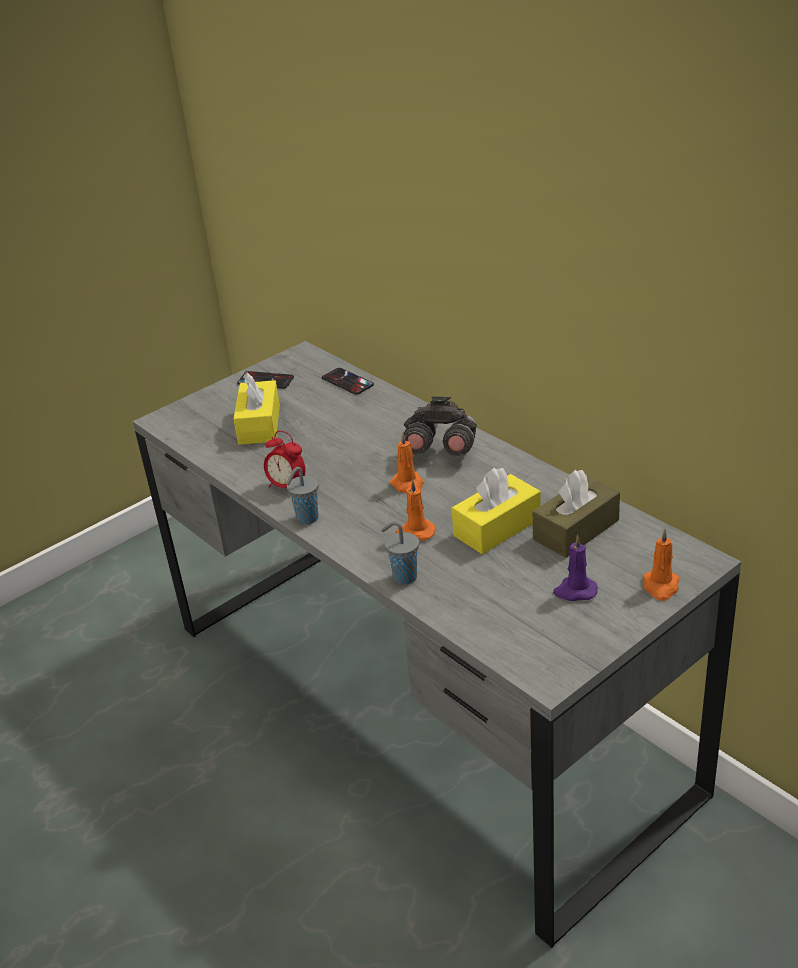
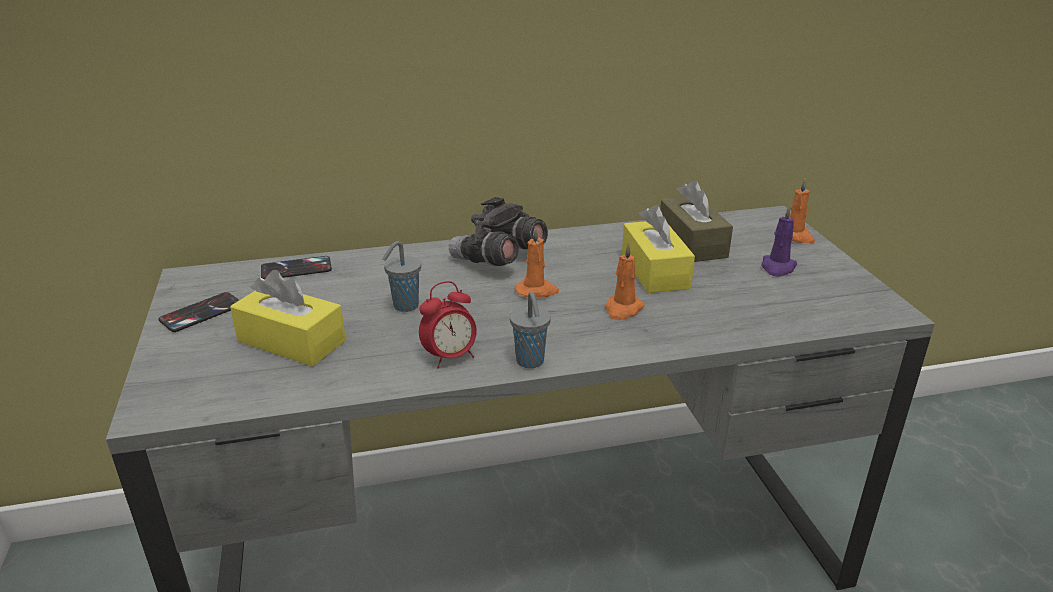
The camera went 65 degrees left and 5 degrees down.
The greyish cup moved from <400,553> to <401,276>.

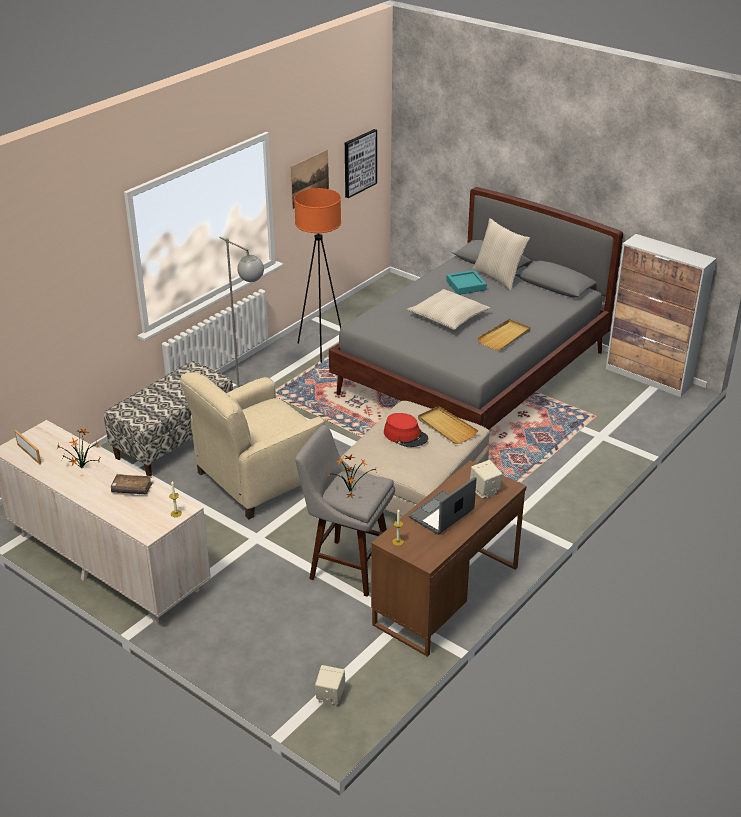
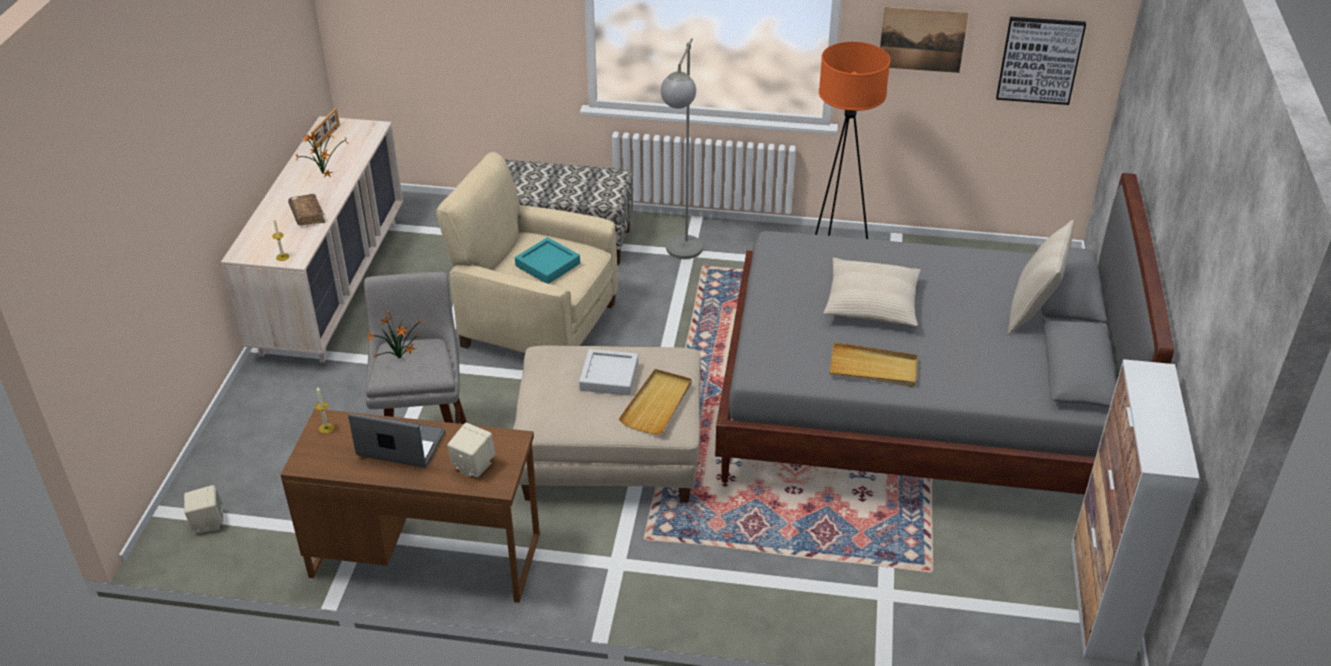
The camera went 60 degrees right and 5 degrees up.
The red hat at <406,430> was replaced by the greyish serving tray at <608,372>.
The blue-green serving tray moved from <466,282> to <547,260>.

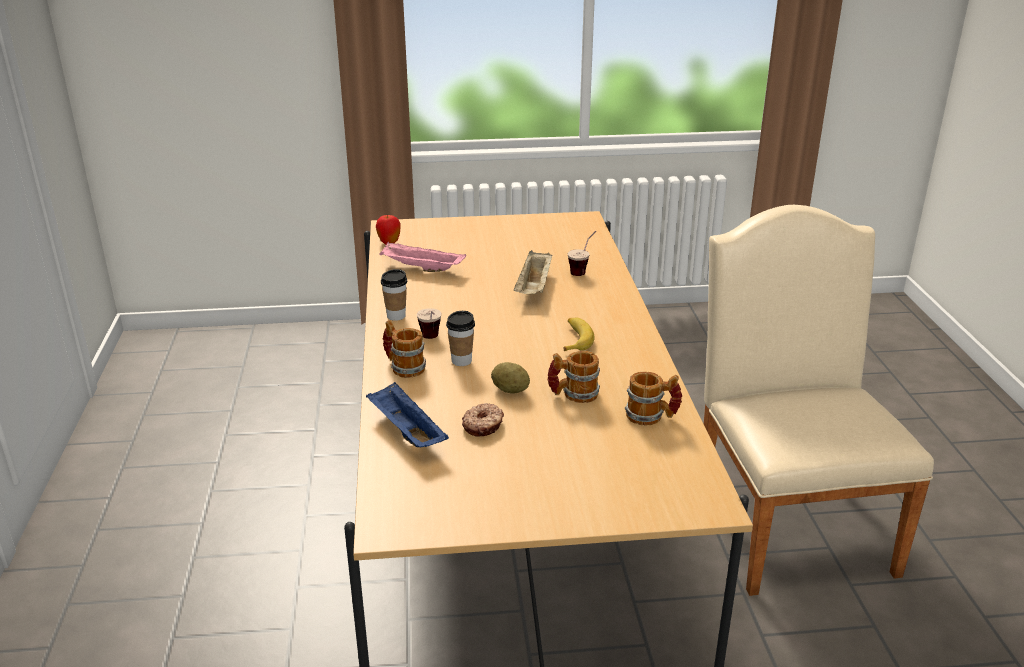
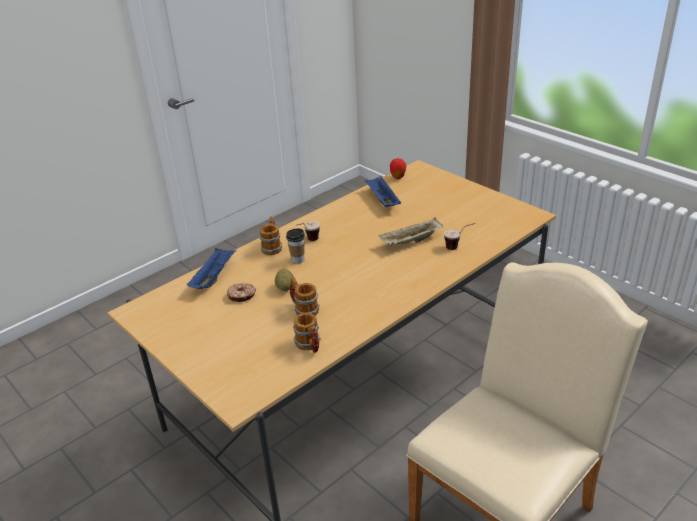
The camera went 55 degrees right and 5 degrees up.
The pinkish serving tray at <422,257> became the blue-coloured serving tray at <383,191>.
The cup at <394,295> disappeared.
The whole banana at <579,334> disappeared.

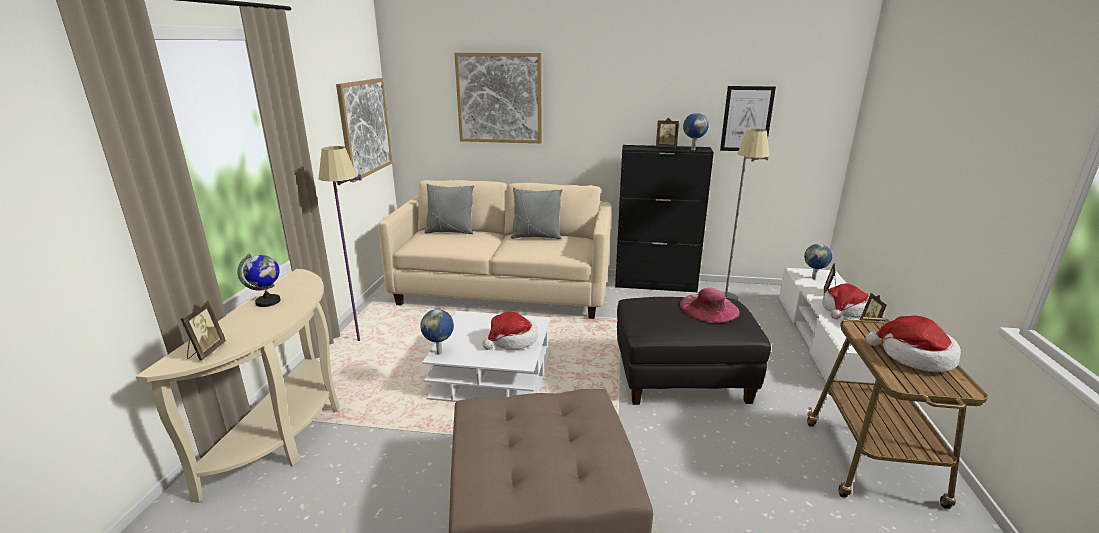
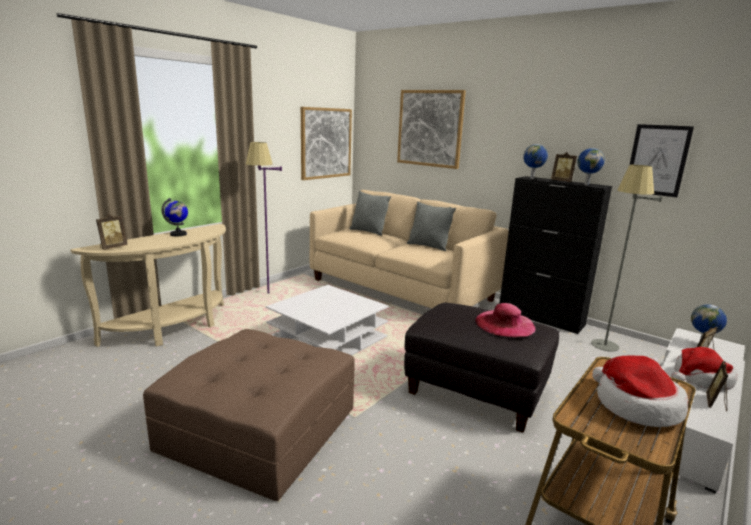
The camera went 30 degrees right and 5 degrees down.
The globe moved from <437,332> to <535,161>.
The hat at <510,330> disappeared.

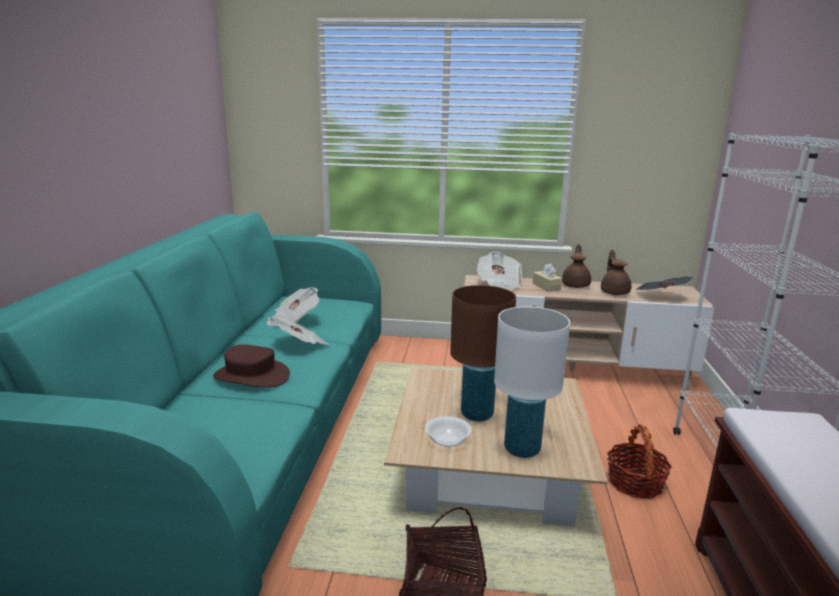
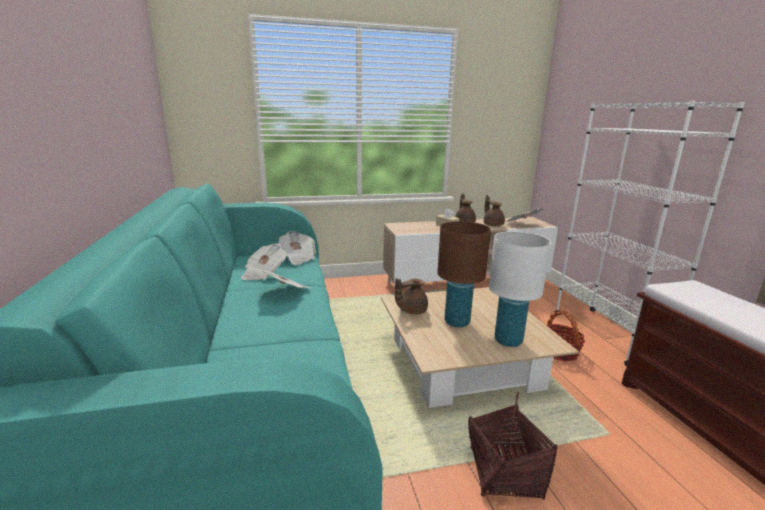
The camera went 20 degrees left and 0 degrees up.
The brownish hat at <251,366> disappeared.
The bowl at <448,431> disappeared.
The printed paper moved from <499,271> to <297,248>.
The brownish pot for tea at <411,296> appeared.

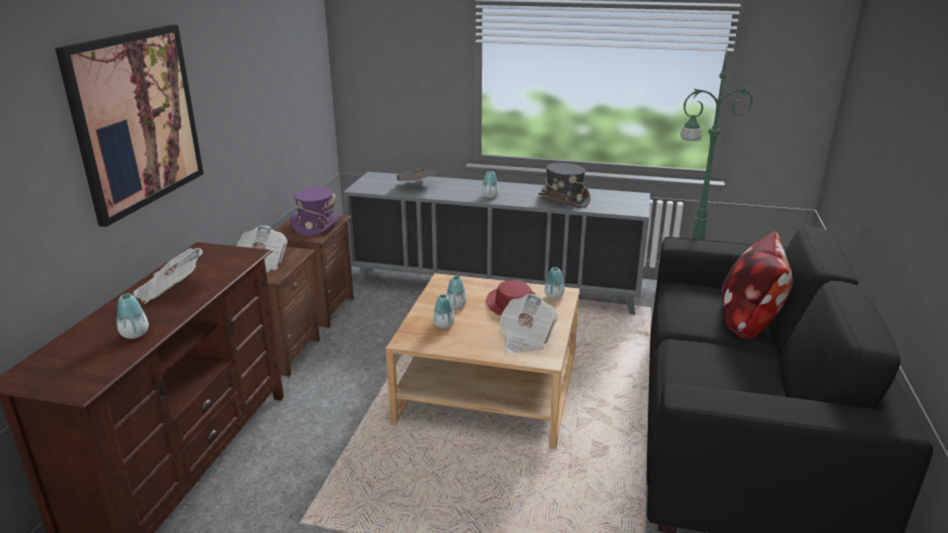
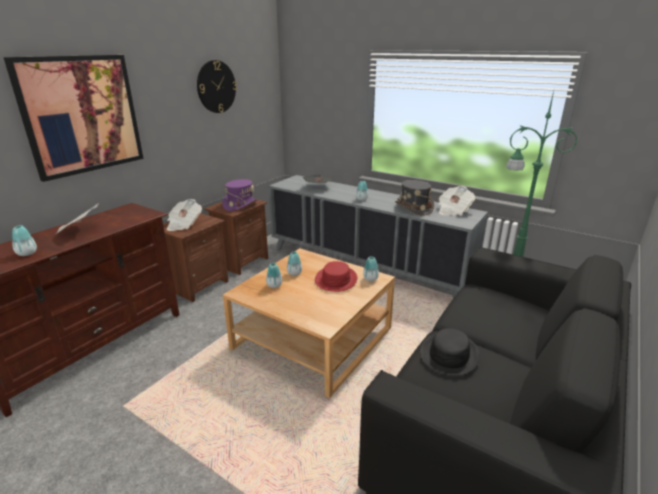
The camera went 20 degrees right and 0 degrees up.
The printed paper moved from <528,323> to <456,200>.
The pillow at <757,284> disappeared.
The clock on the wall at <217,86> appeared.
The black hat at <450,352> appeared.

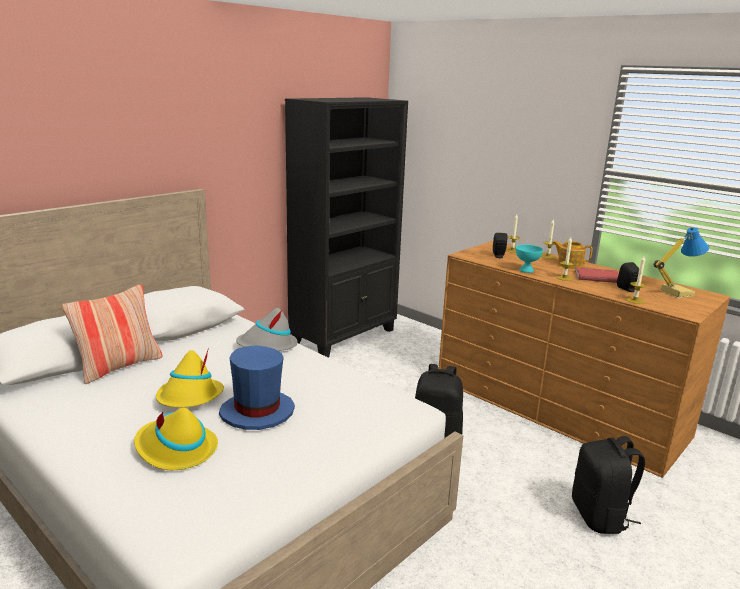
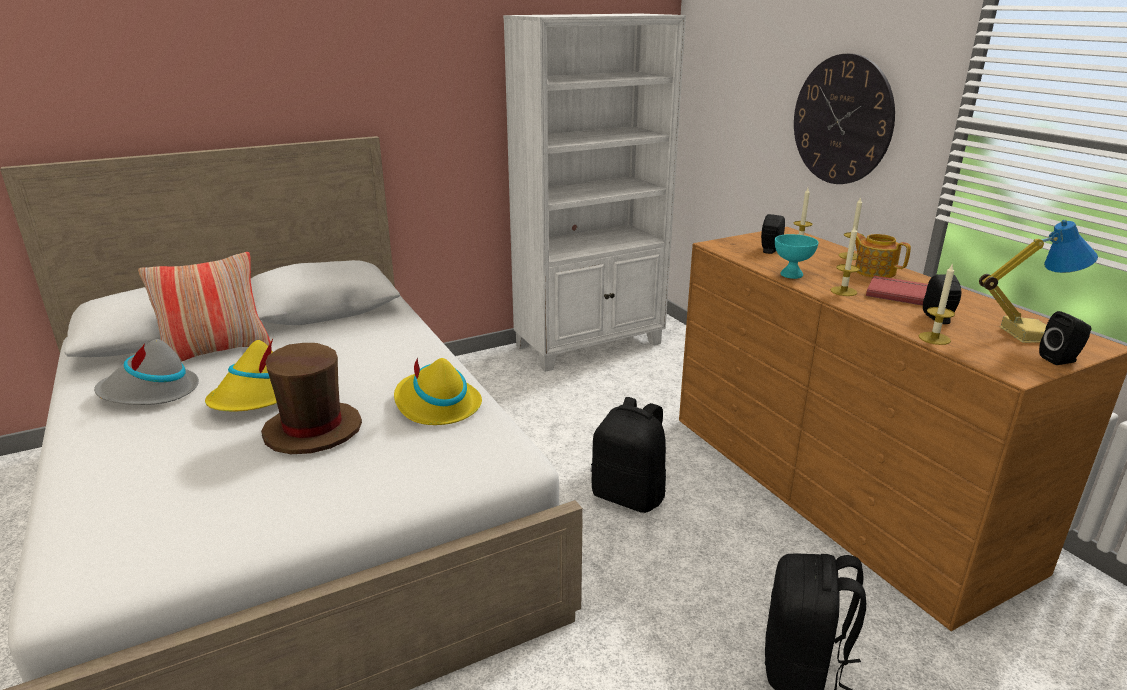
The camera went 20 degrees right and 5 degrees up.
The yellowish hat moved from <176,439> to <438,391>.
The blue-coloured hat at <257,387> became the brownish hat at <311,398>.
The greyish hat moved from <267,329> to <146,372>.
The black bookshelf at <346,227> became the white-coloured bookshelf at <594,193>.
The clock on the wall at <844,118> appeared.
The black speaker at <1065,338> appeared.

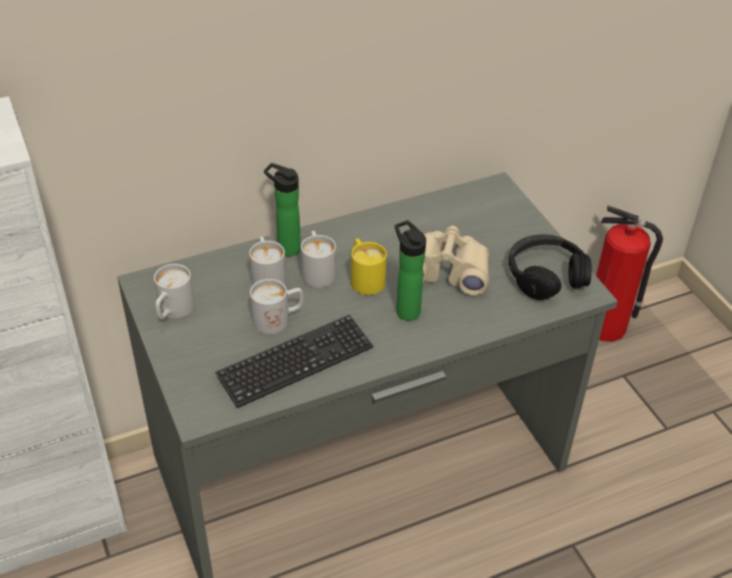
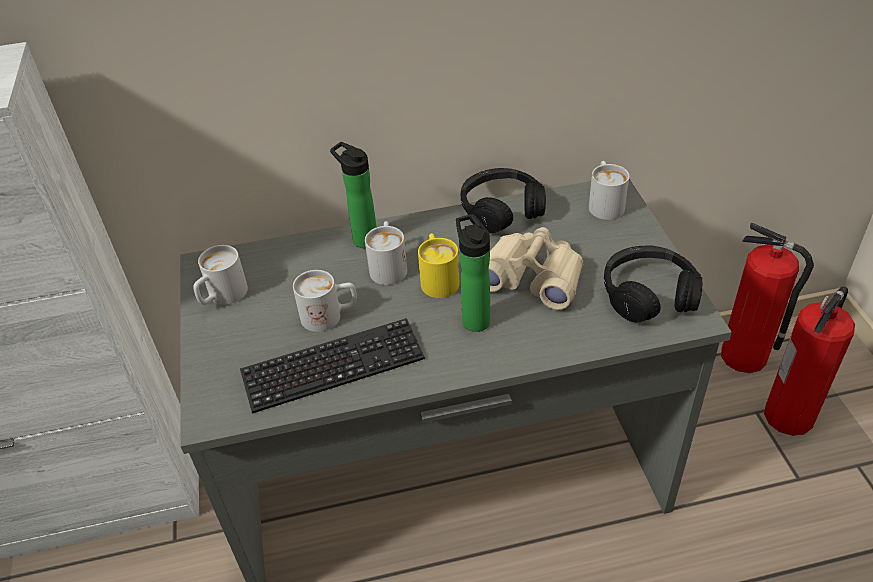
The camera went 15 degrees right and 0 degrees up.
The white-coloured tea mug moved from <267,261> to <609,190>.
The black headphones at <503,201> appeared.
The extinguisher at <809,361> appeared.

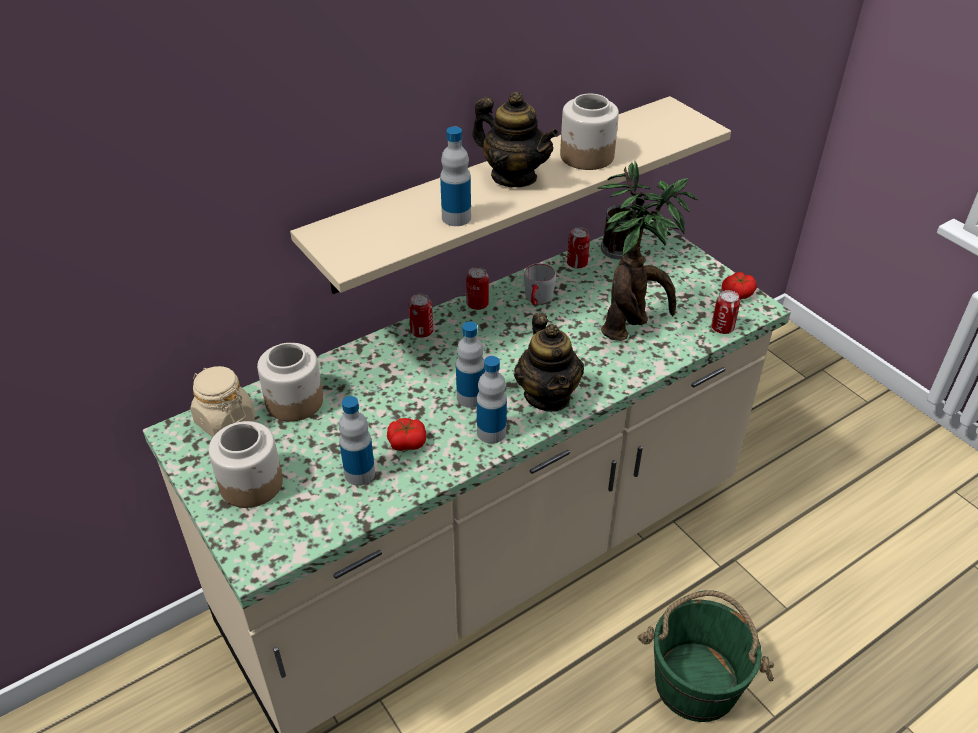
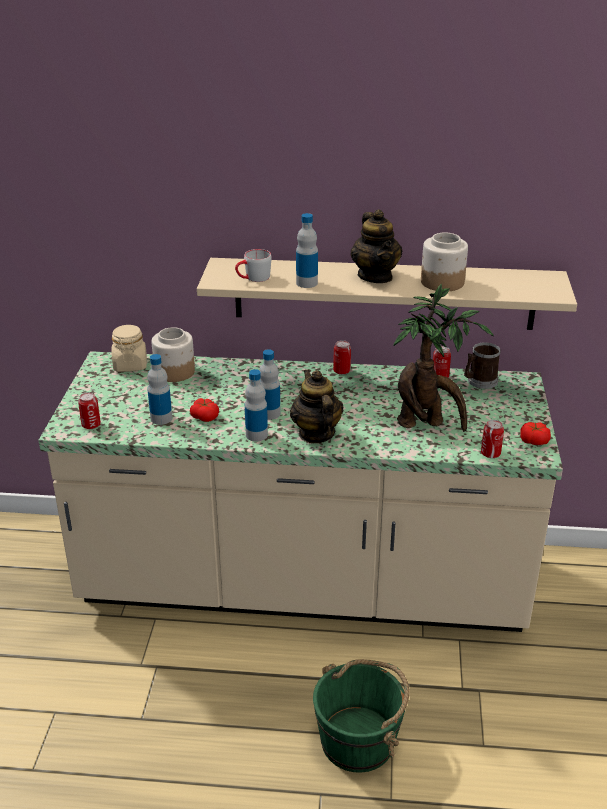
The camera went 40 degrees right and 10 degrees down.
The jar at <245,464> disappeared.
The can moved from <421,316> to <89,410>.
The pot for tea at <549,362> turned 135 degrees clockwise.
The greyish tea mug moved from <540,284> to <253,265>.

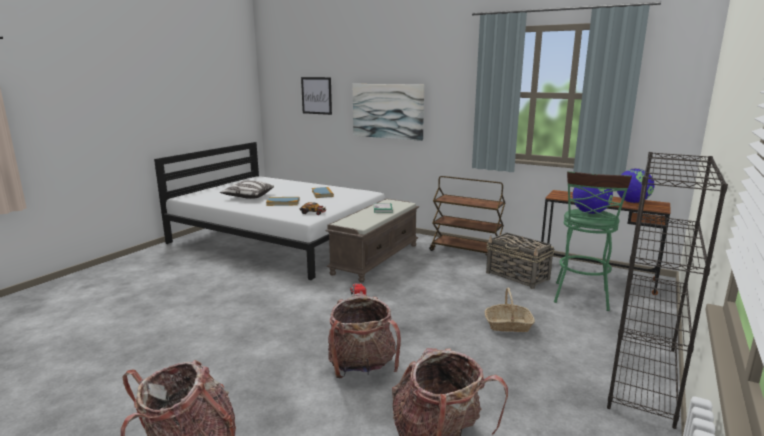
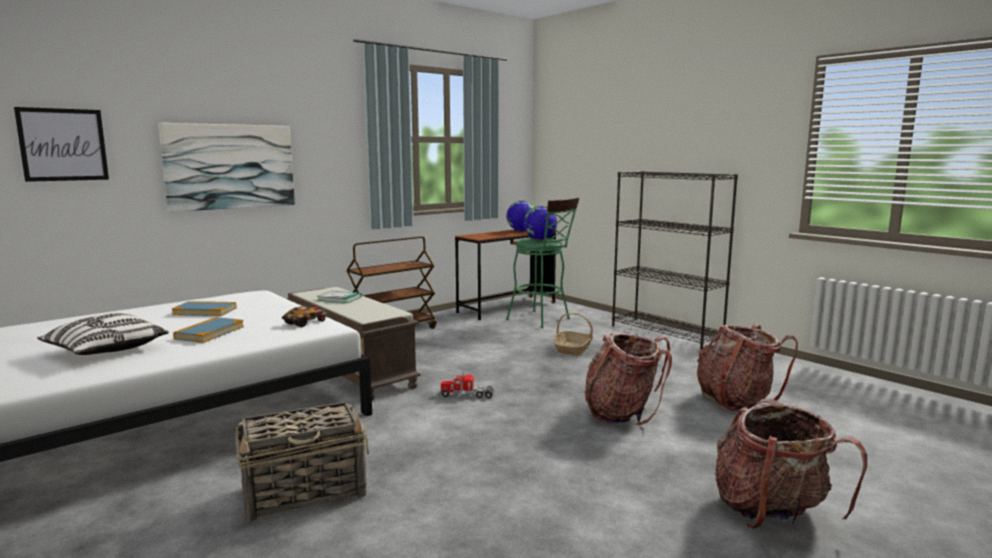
The camera went 70 degrees left and 5 degrees down.
The storage basket moved from <520,261> to <302,462>.

